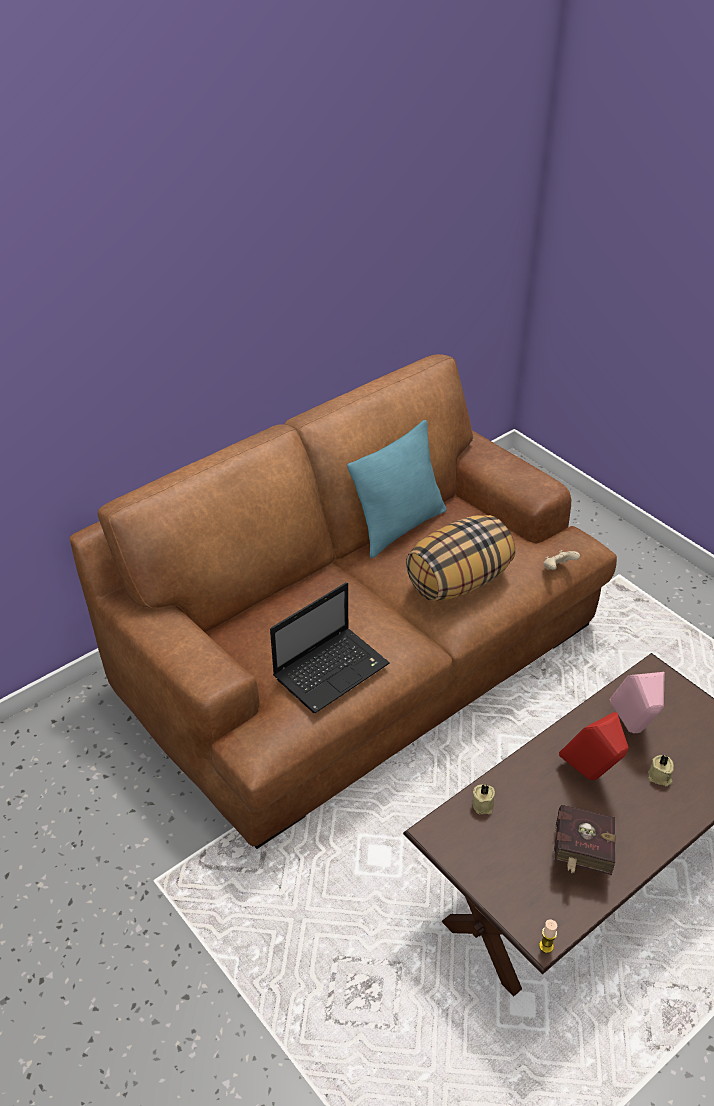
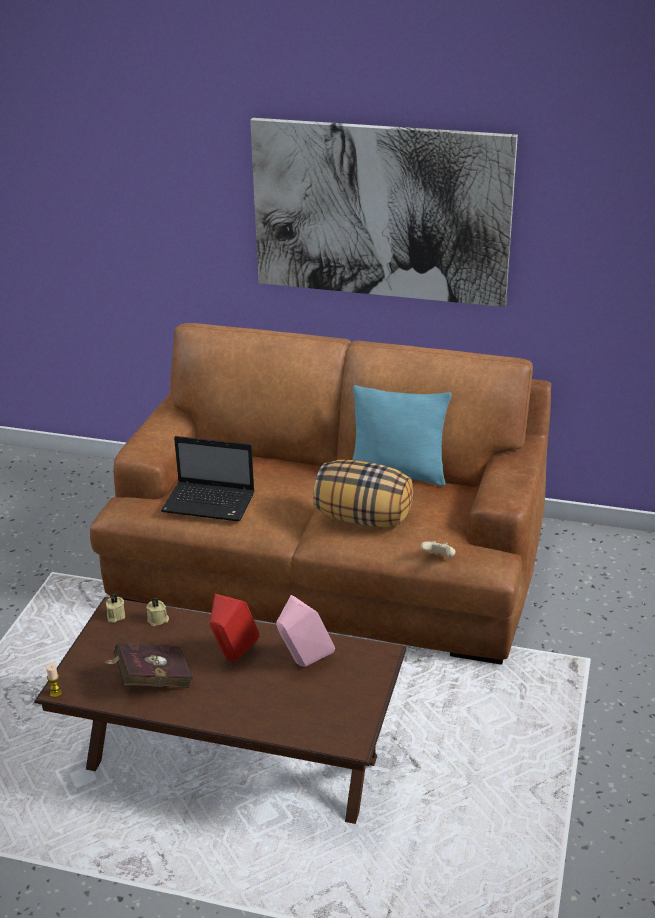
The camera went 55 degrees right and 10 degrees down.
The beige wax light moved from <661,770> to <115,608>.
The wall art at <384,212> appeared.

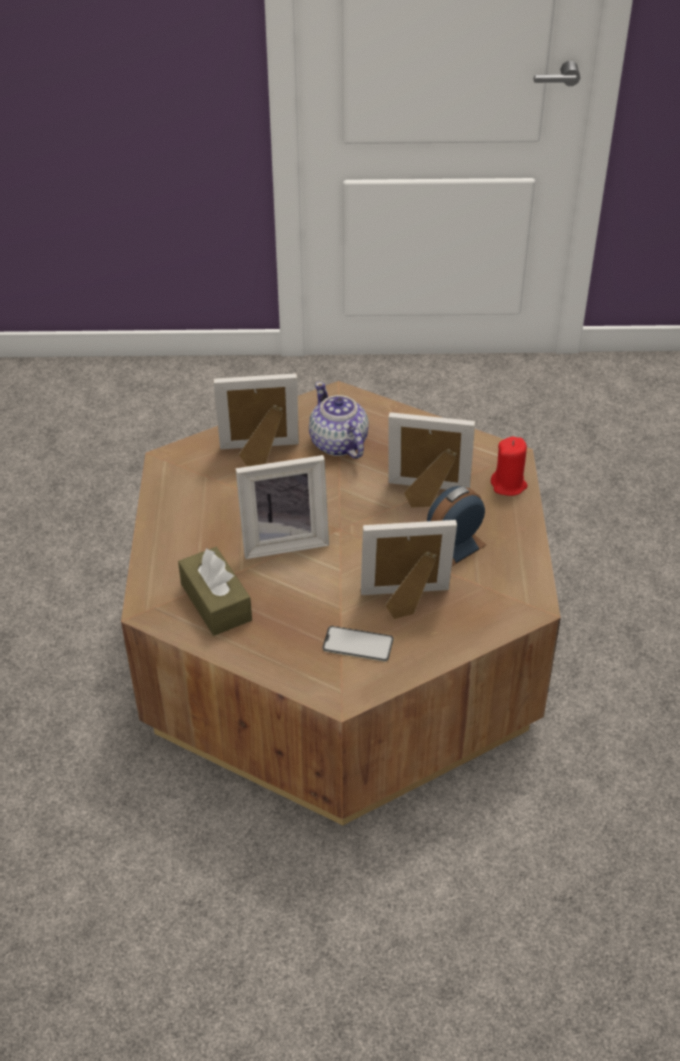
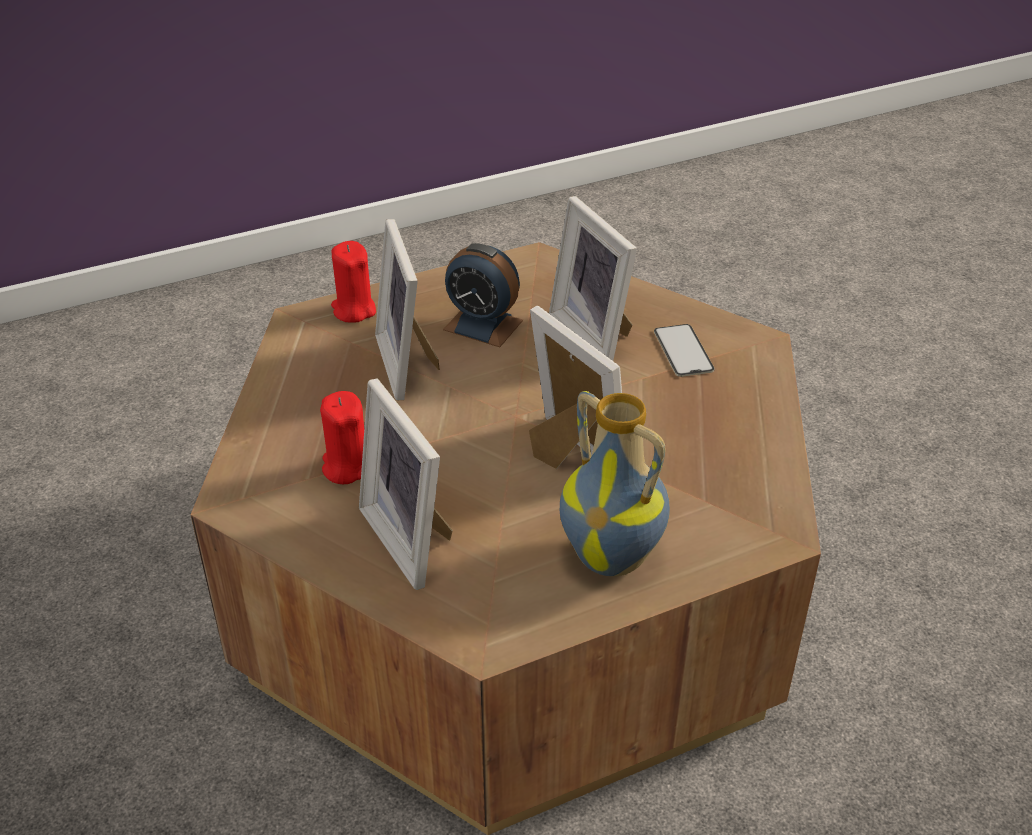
The camera went 115 degrees left and 5 degrees down.
The brownish box of tissues at <215,591> disappeared.
The pot for tea at <339,420> was replaced by the red wax light at <342,437>.
The decorative vase at <615,483> appeared.

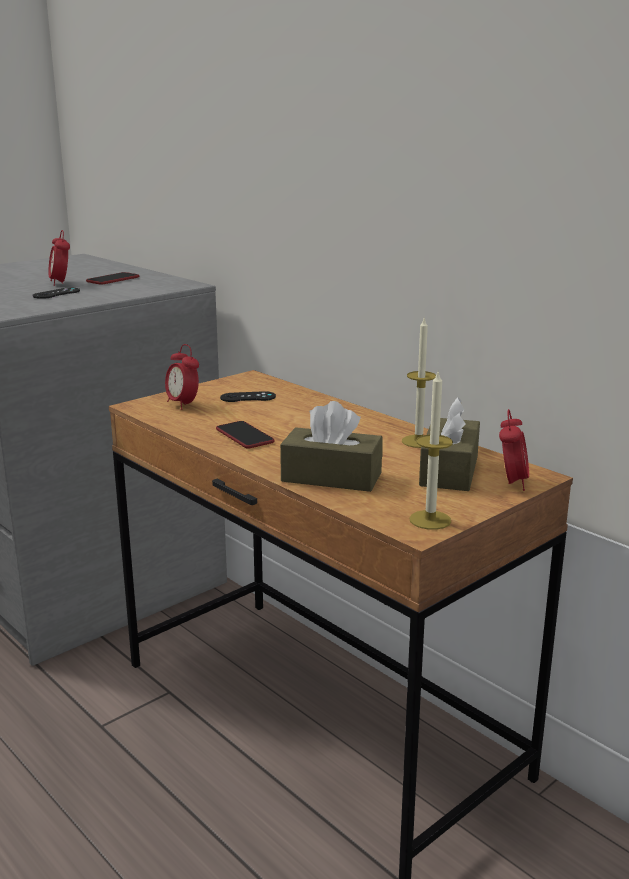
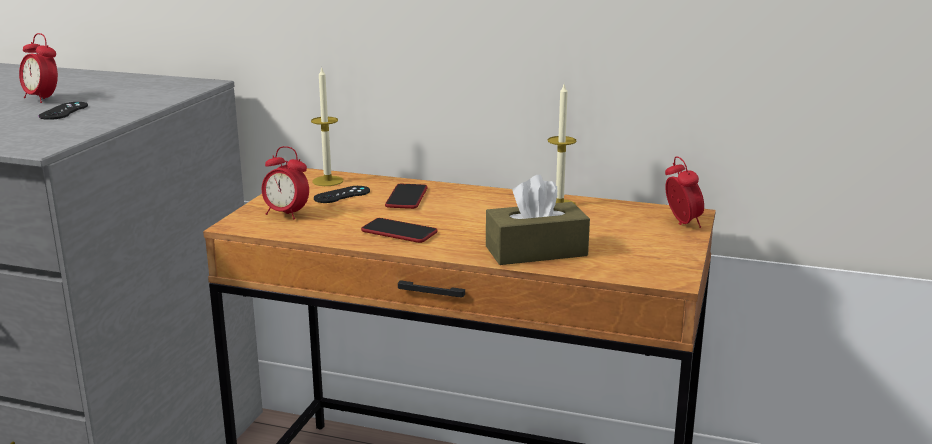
The camera went 30 degrees left and 0 degrees up.
The telephone moved from <113,278> to <406,196>.
The wax light moved from <431,451> to <327,126>.
The brownish box of tissues at <449,444> disappeared.

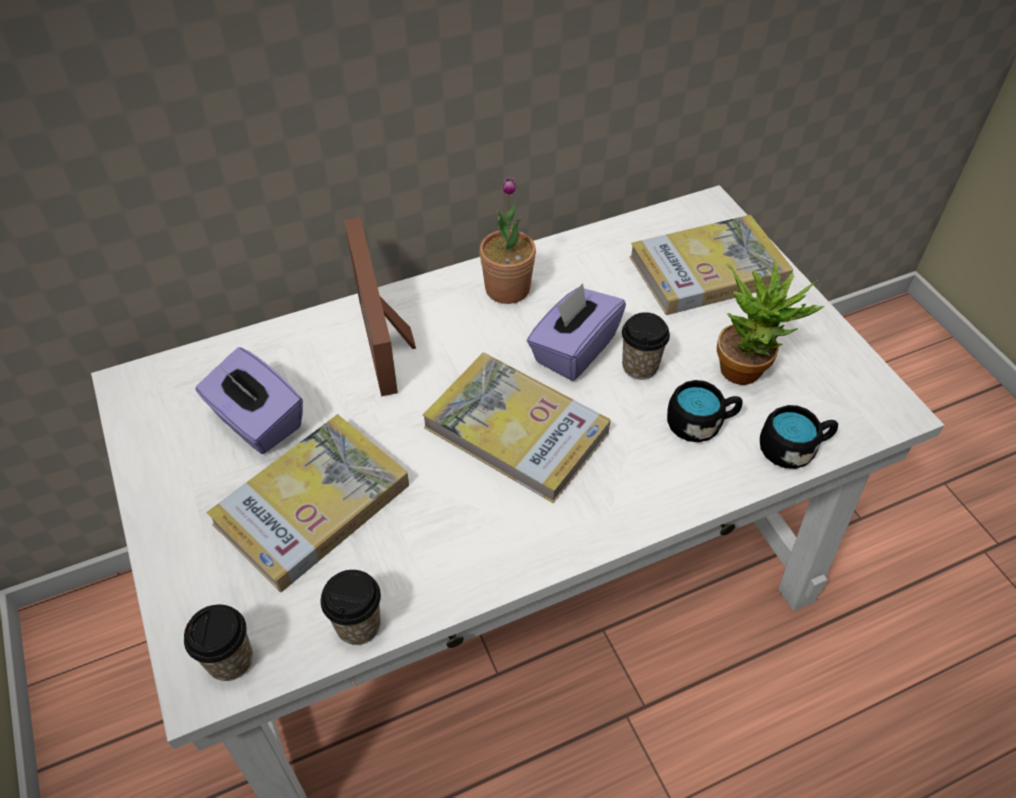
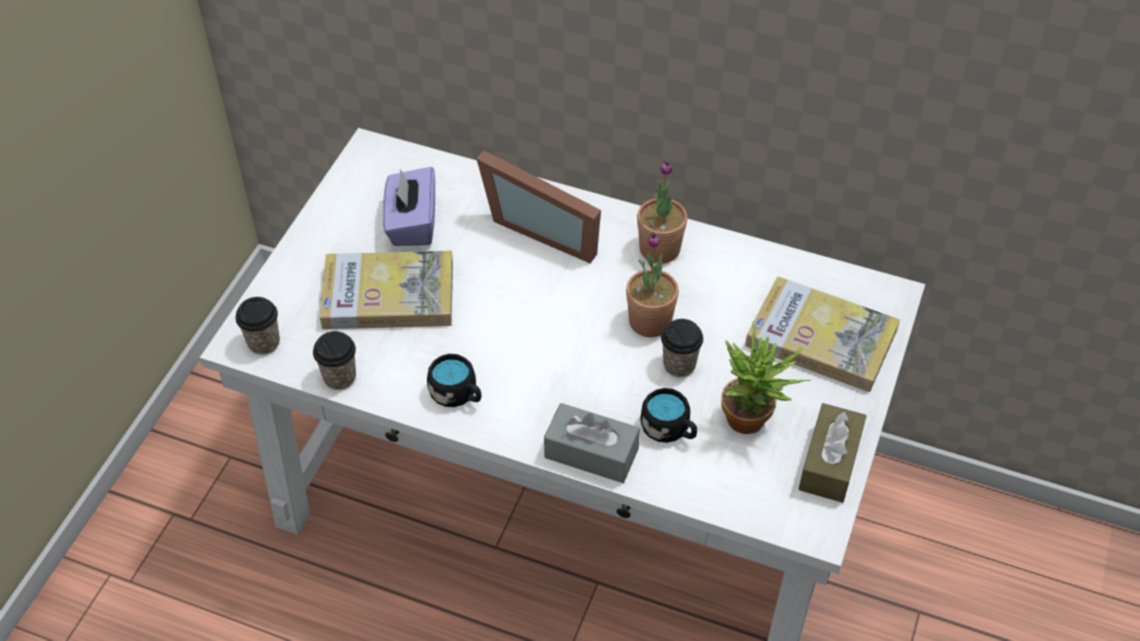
The camera went 45 degrees right and 0 degrees up.
The picture frame at <380,307> turned 90 degrees counterclockwise.
The volume at <517,428> disappeared.
The purple box of tissues at <576,332> was replaced by the houseplant at <652,284>.
The black tea mug moved from <799,437> to <454,380>.
The greyish box of tissues at <592,443> appeared.
The brownish box of tissues at <833,453> appeared.

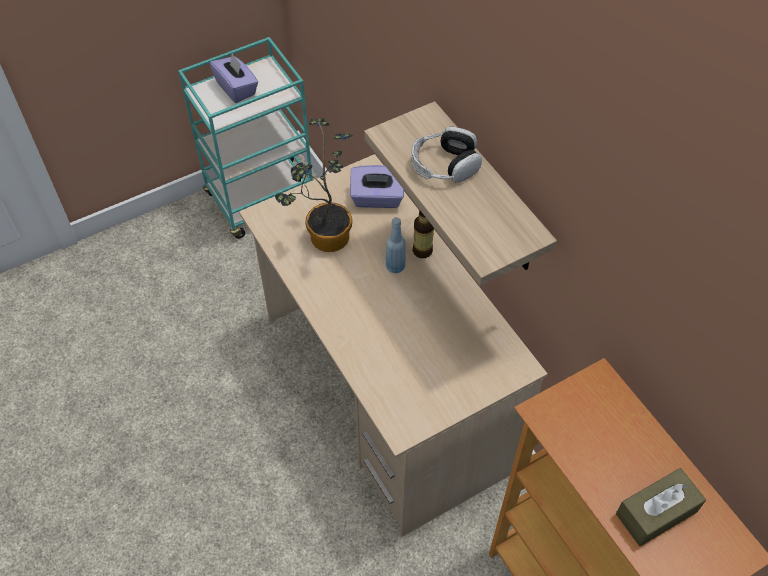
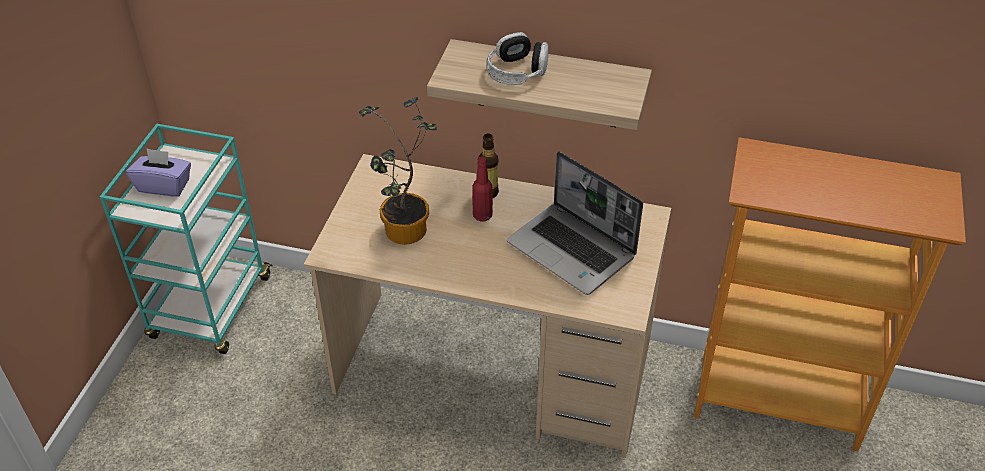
The camera went 45 degrees left and 10 degrees down.
The purple box of tissues at <377,186> disappeared.
The blue-coloured bottle at <396,245> became the red bottle at <483,188>.
The brownish box of tissues at <661,507> disappeared.
The portable computer at <575,223> appeared.

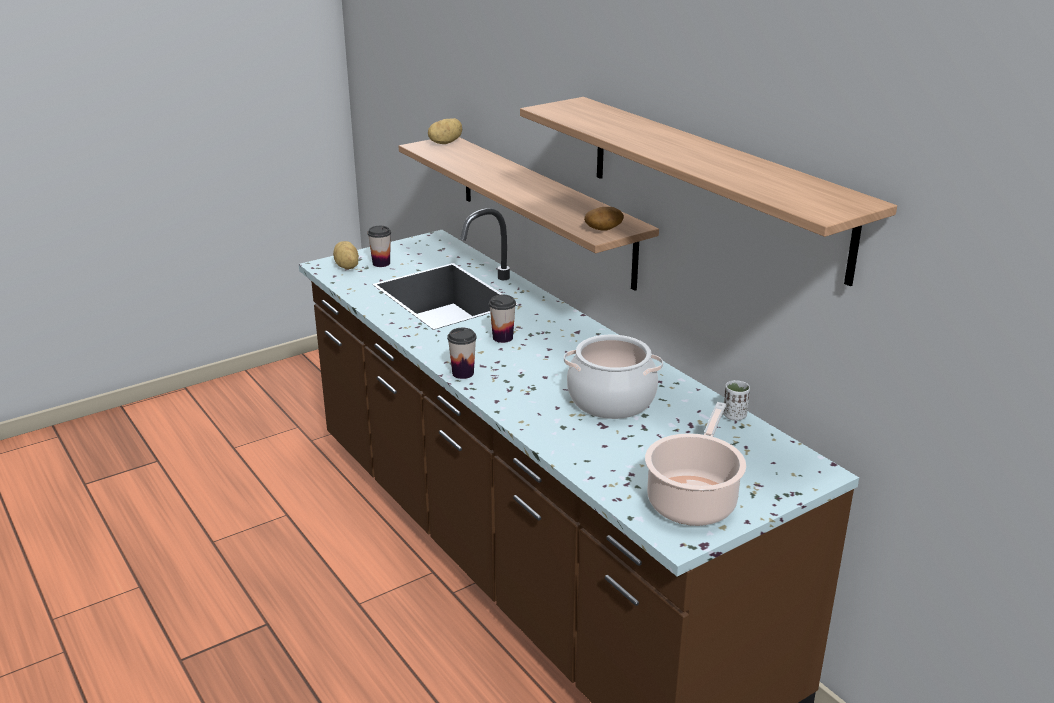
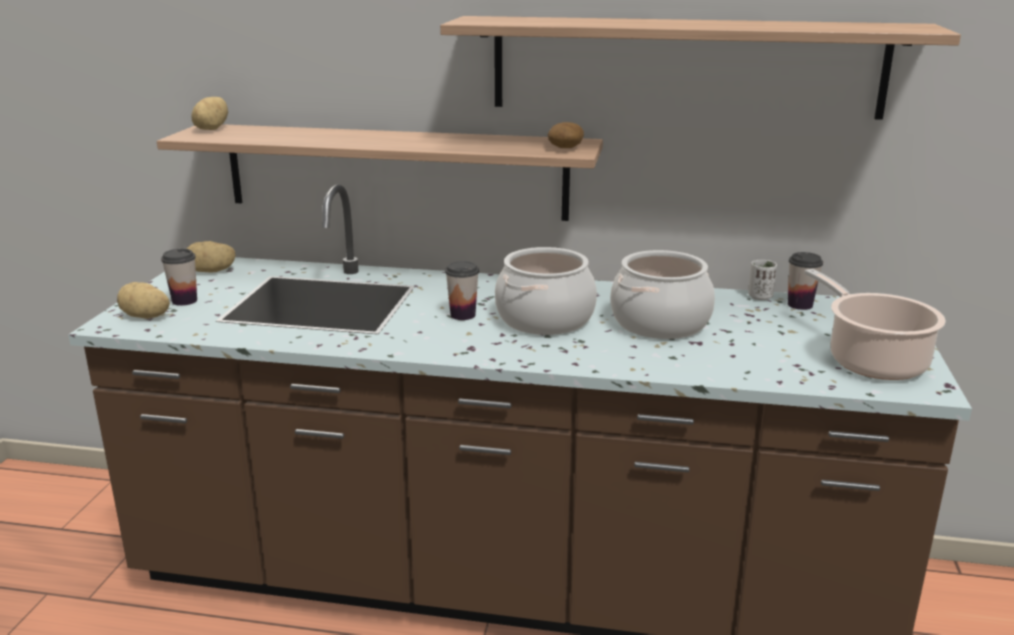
The camera went 45 degrees left and 5 degrees down.
The cup moved from <462,353> to <805,281>.
The whole potato at <211,257> appeared.
The cooking pot at <546,291> appeared.

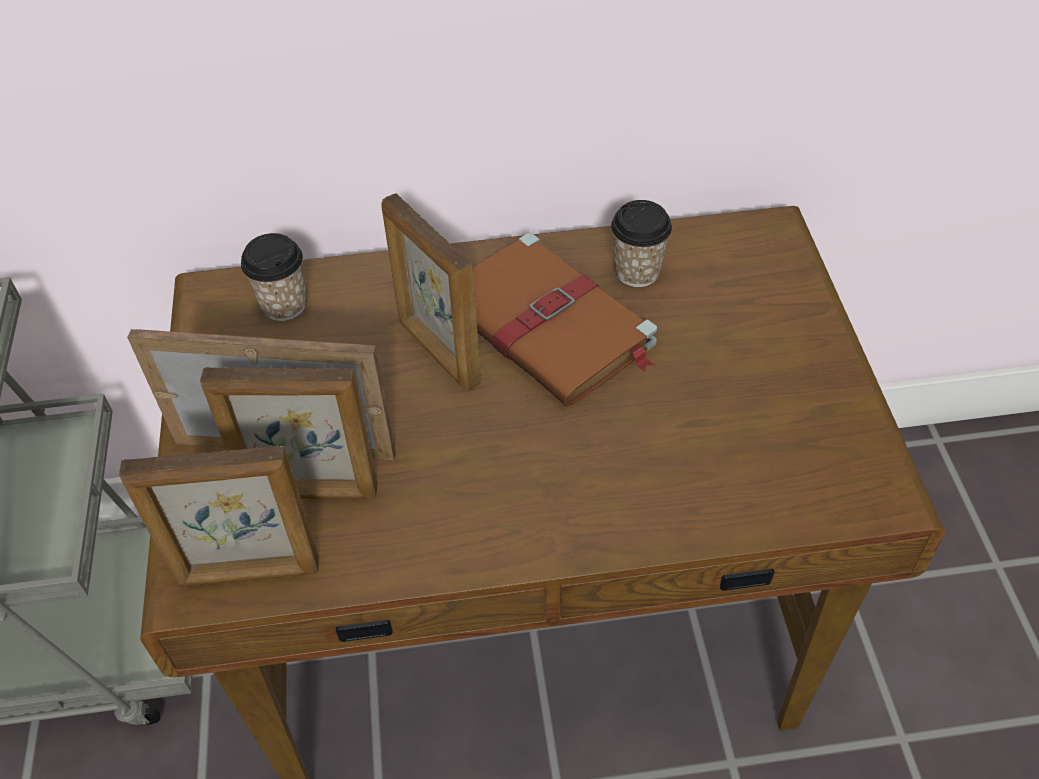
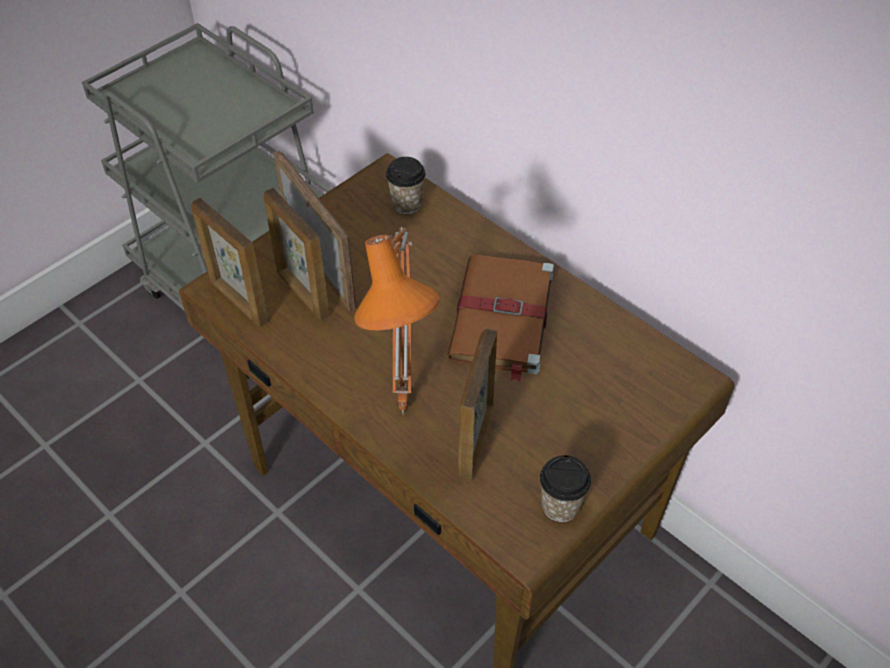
The camera went 50 degrees right and 0 degrees up.
The picture frame moved from <431,292> to <477,405>.
The cup moved from <641,243> to <565,488>.
The orange lamp for a table at <397,321> appeared.

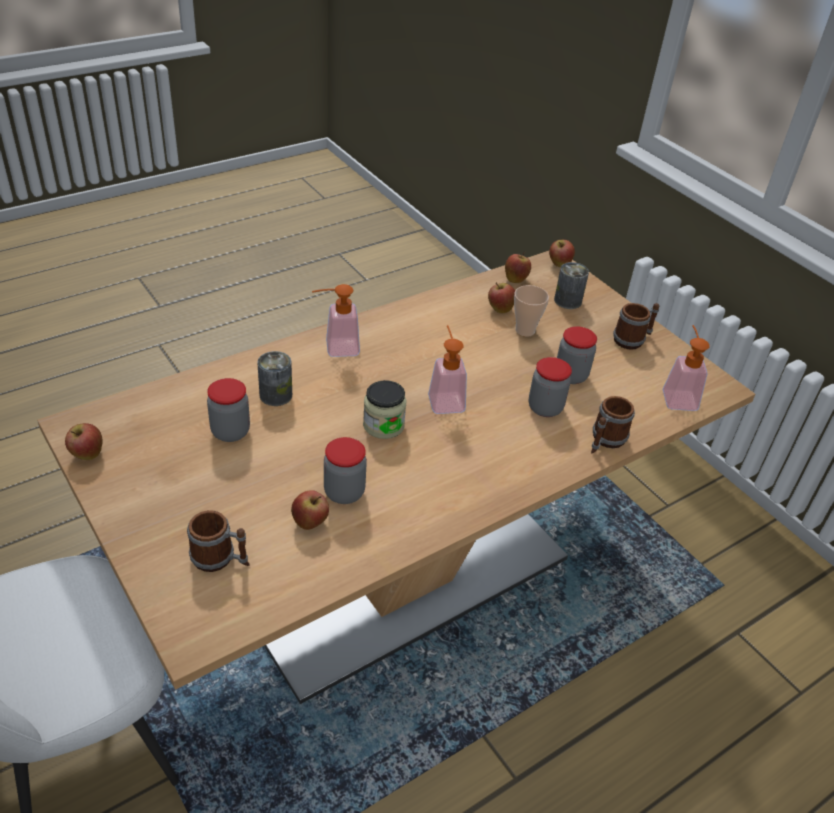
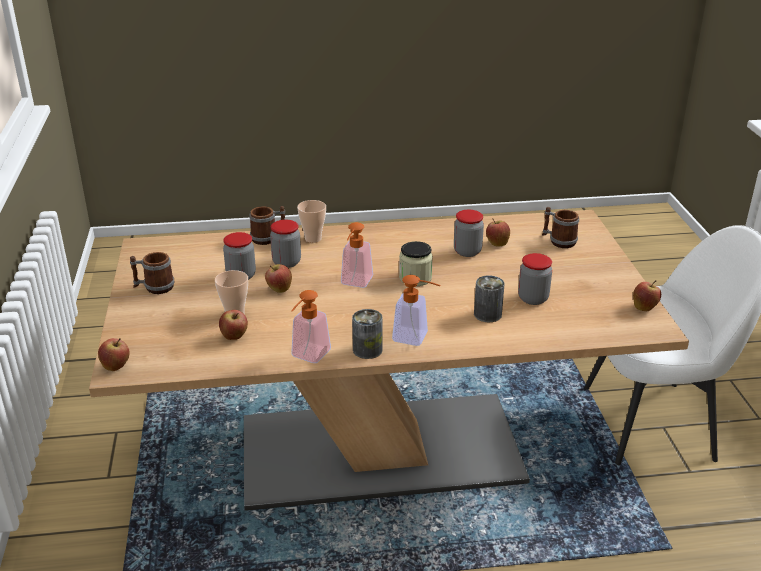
The camera went 150 degrees left and 10 degrees down.
The whole apple moved from <518,267> to <278,278>.
The can moved from <571,285> to <367,334>.
The soap dispenser moved from <686,368> to <311,326>.
The cup at <311,221> appeared.

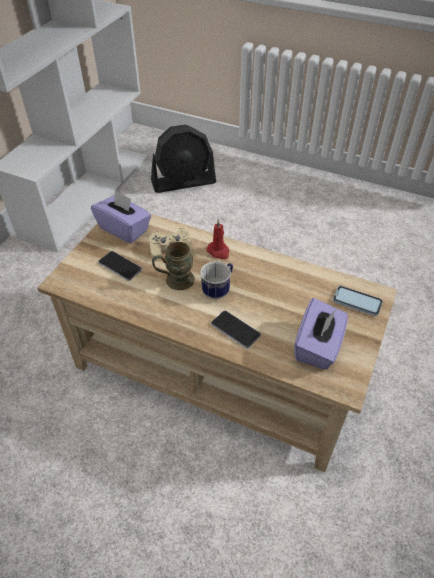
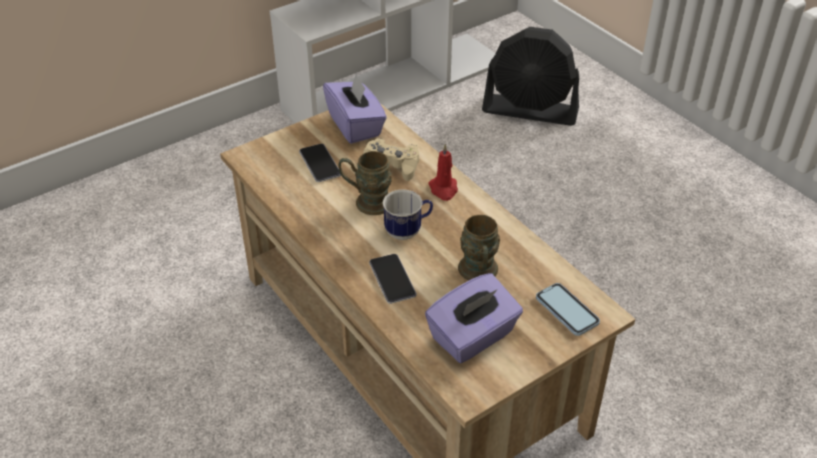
The camera went 30 degrees right and 5 degrees down.
The brownish tea mug at <479,248> appeared.

